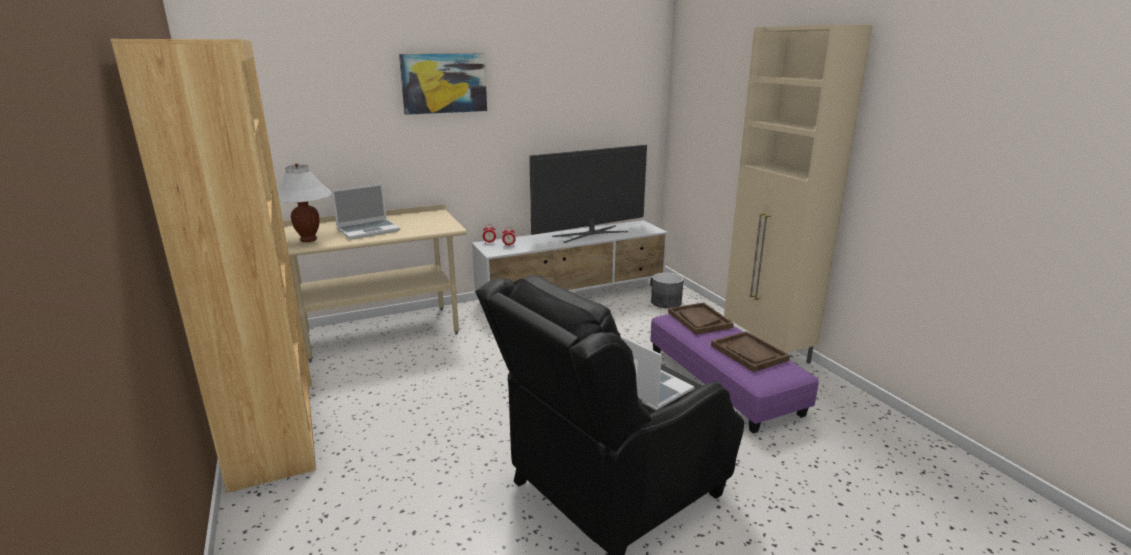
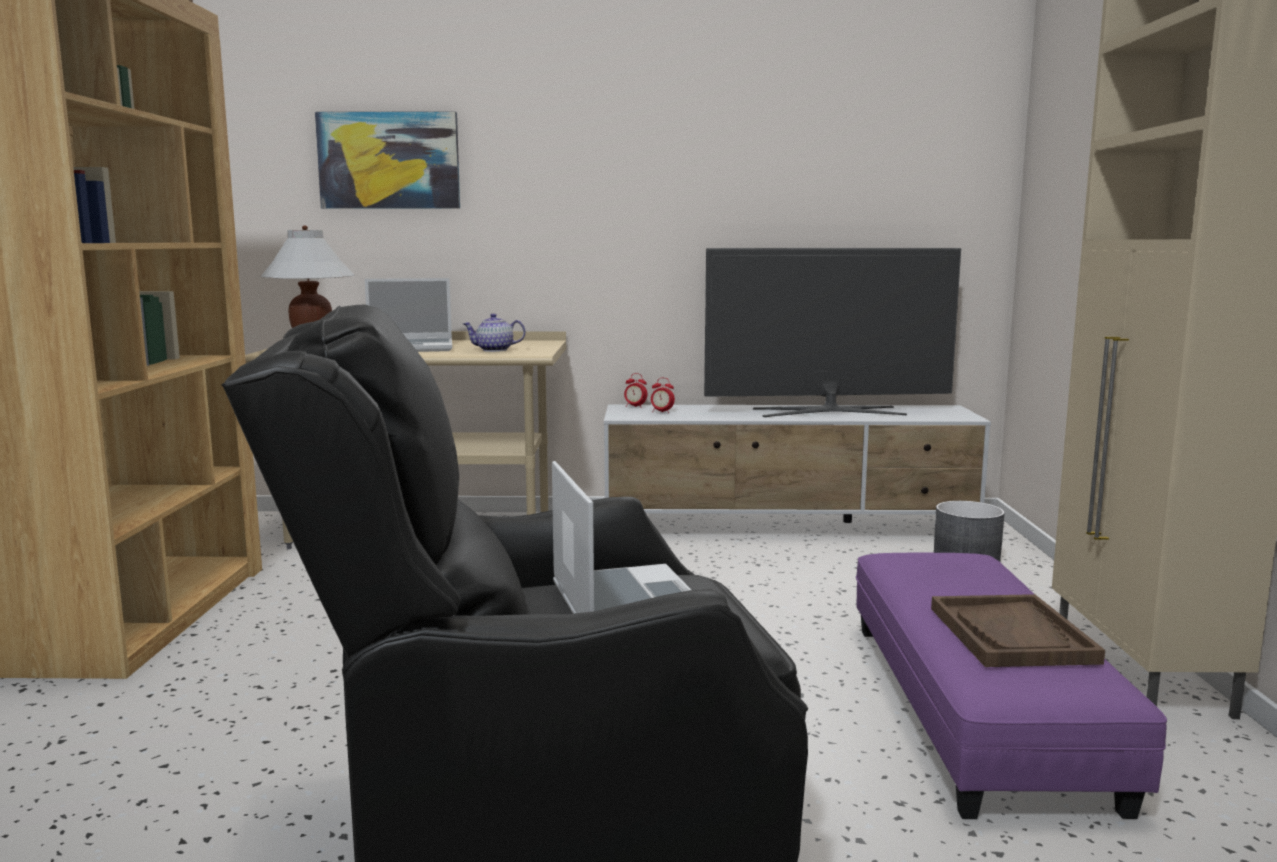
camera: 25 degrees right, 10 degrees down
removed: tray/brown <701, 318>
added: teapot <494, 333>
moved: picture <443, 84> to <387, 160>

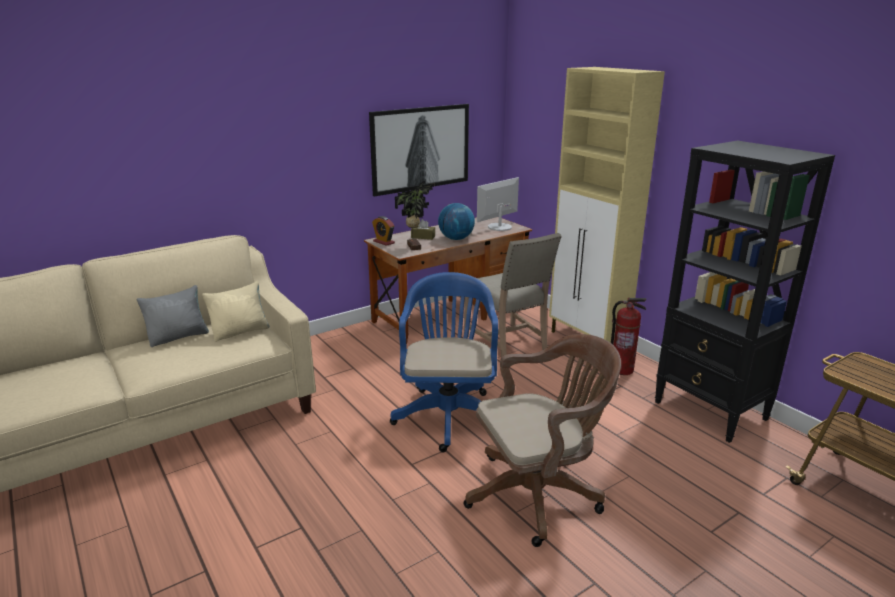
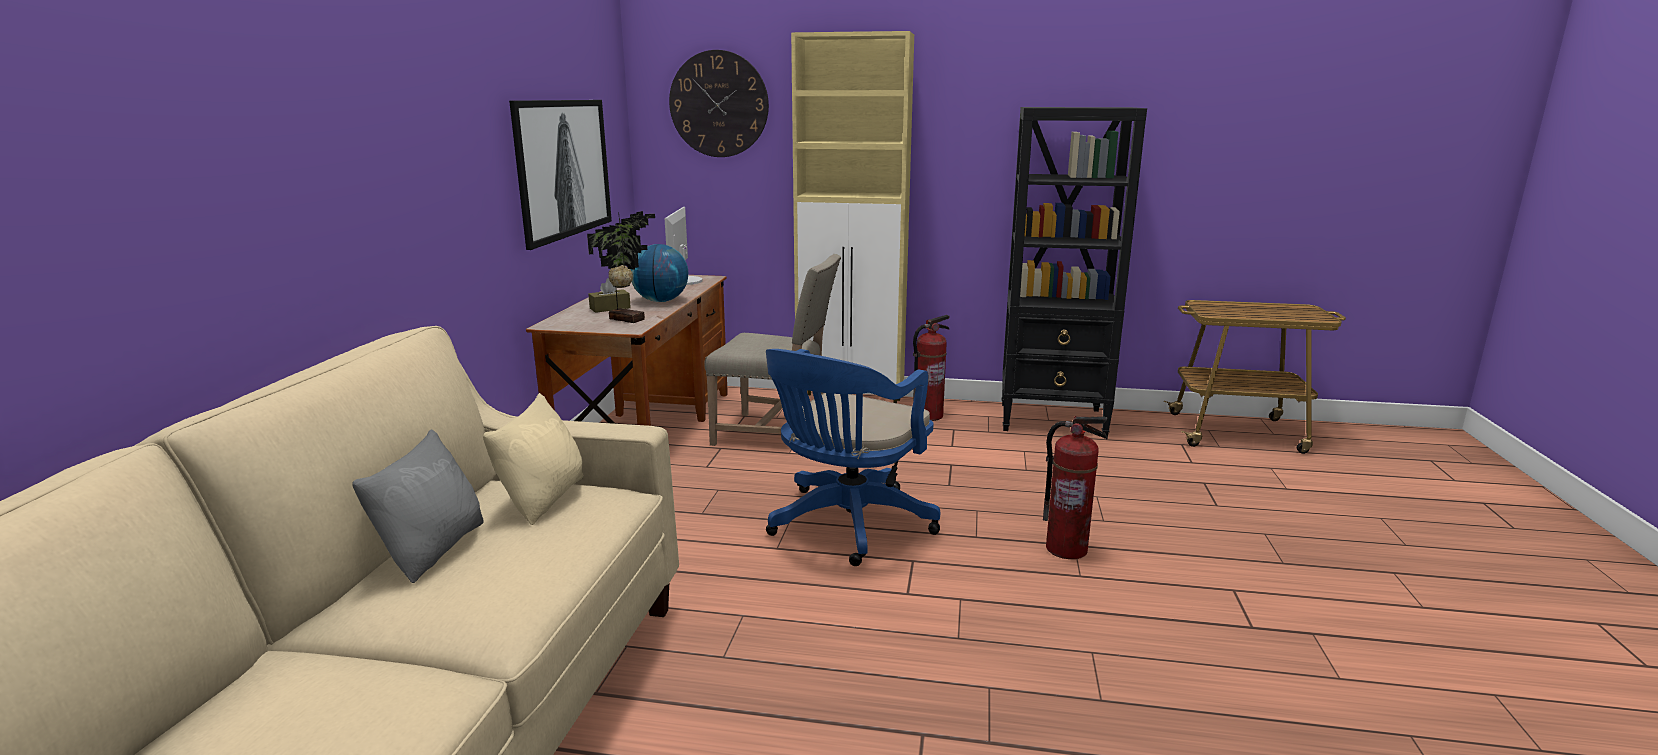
camera: 45 degrees left, 5 degrees down
removed: alarm clock <383, 231>
added: wall clock <719, 103>
replaced: office chair/brown <542, 440> to fire extinguisher <1075, 487>
turned: office chair/blue <444, 362> = <853, 457> 105 degrees counterclockwise

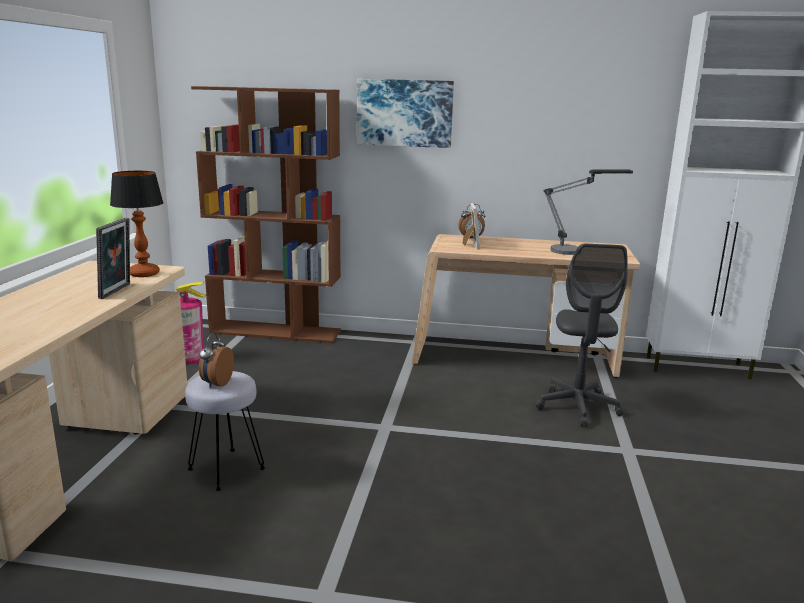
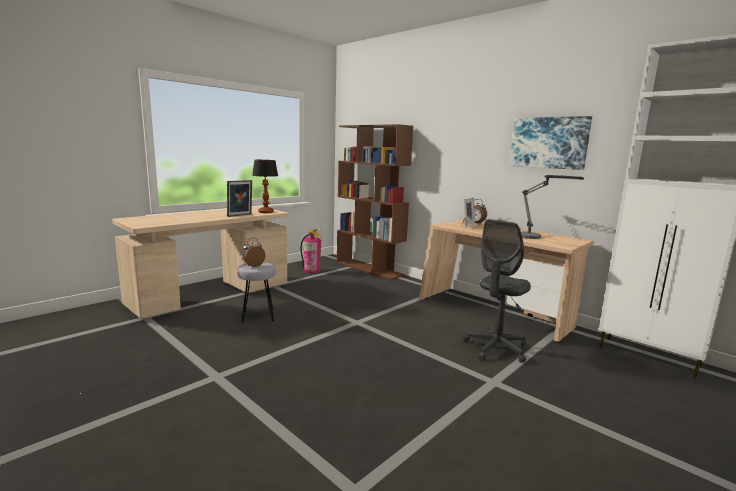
camera: 35 degrees right, 5 degrees down
moved: picture <405, 113> to <550, 143>

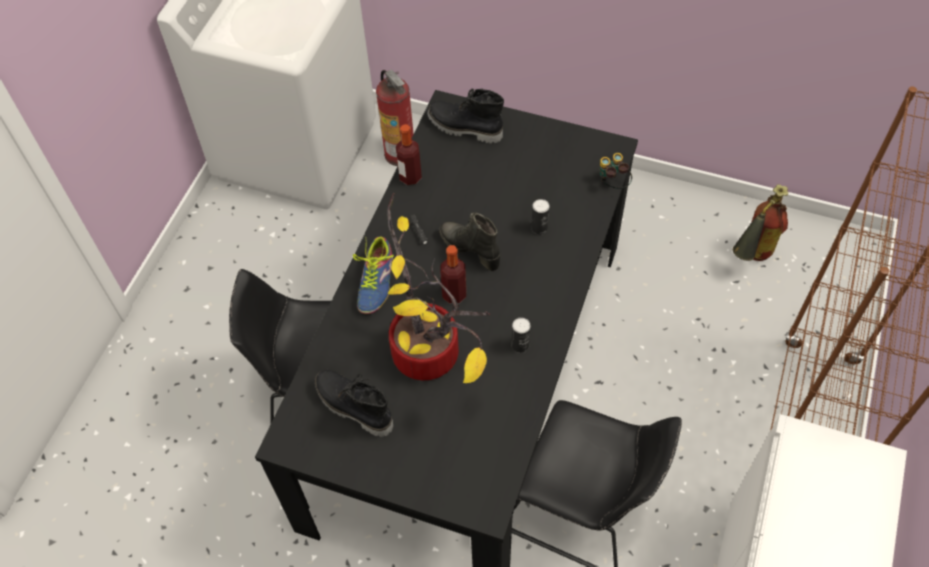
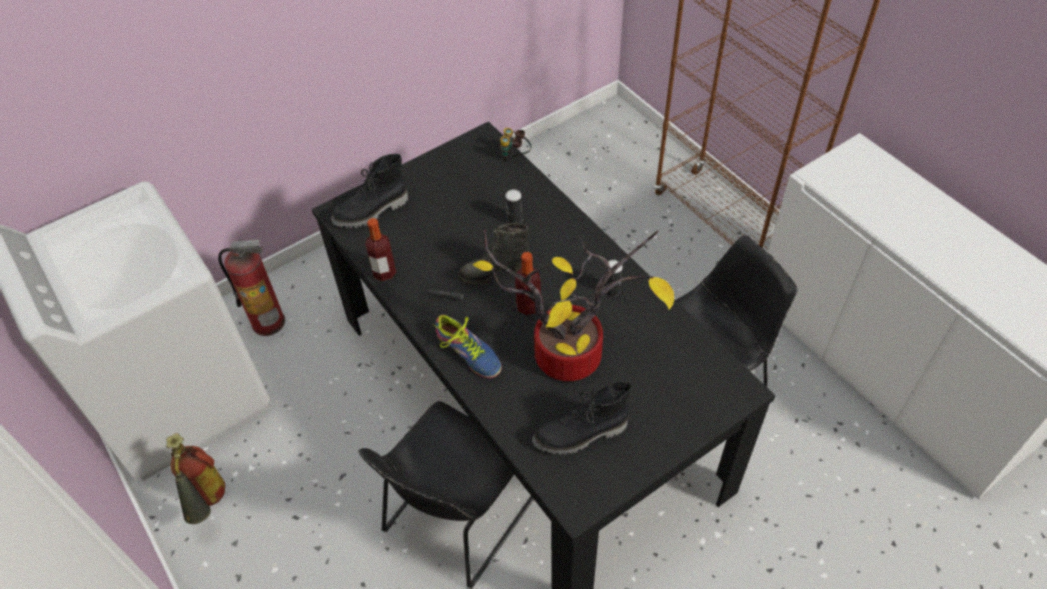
camera: 55 degrees left, 5 degrees down
moved: fire extinguisher <760, 222> to <195, 478>

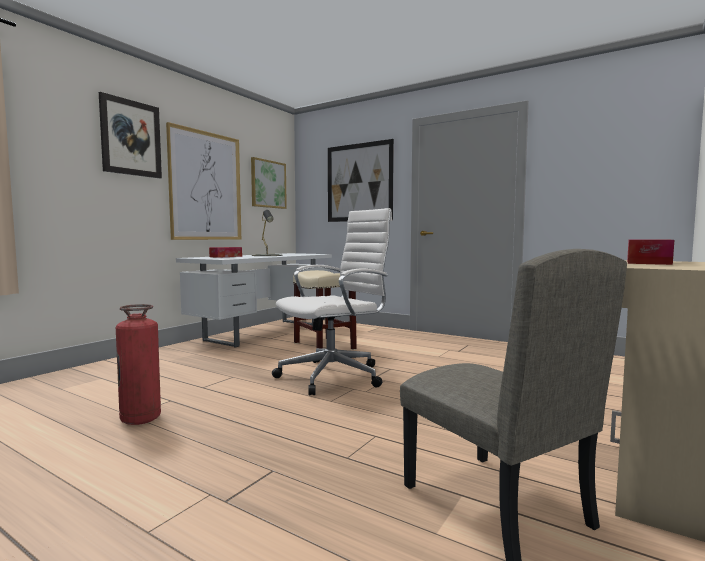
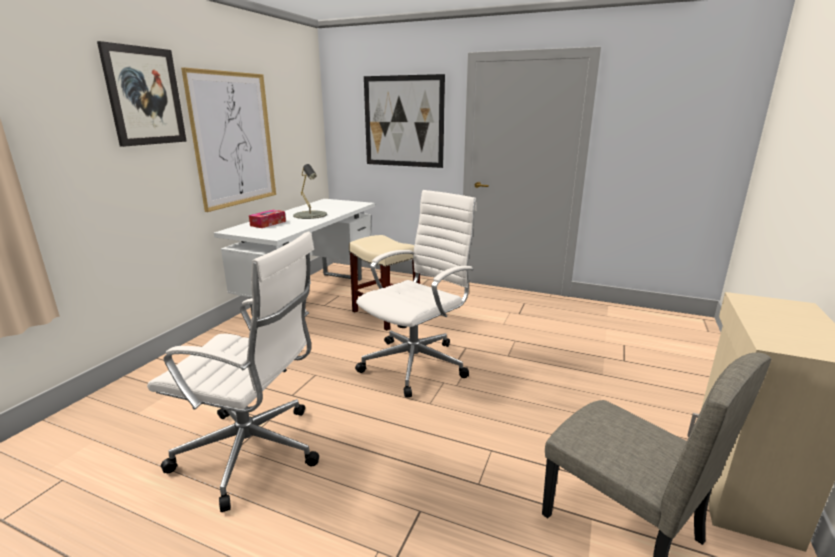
camera: 10 degrees left, 15 degrees up
removed: picture <269, 183>; tissue box <650, 252>
replaced: fire extinguisher <138, 364> to office chair/white <233, 372>

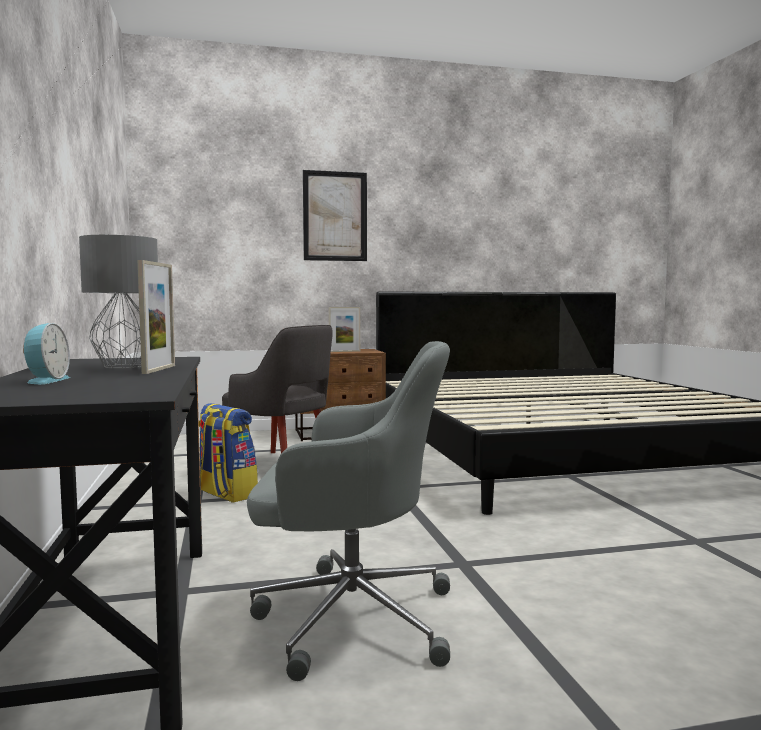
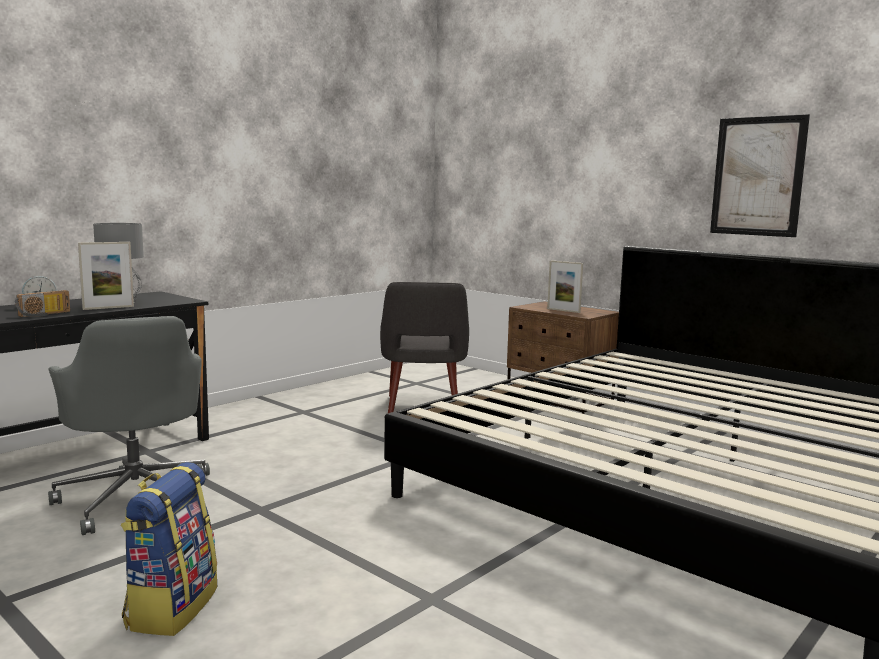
camera: 55 degrees right, 5 degrees up
added: radio <42, 303>
moved: backpack <228, 453> to <169, 549>; picture <335, 215> to <760, 175>

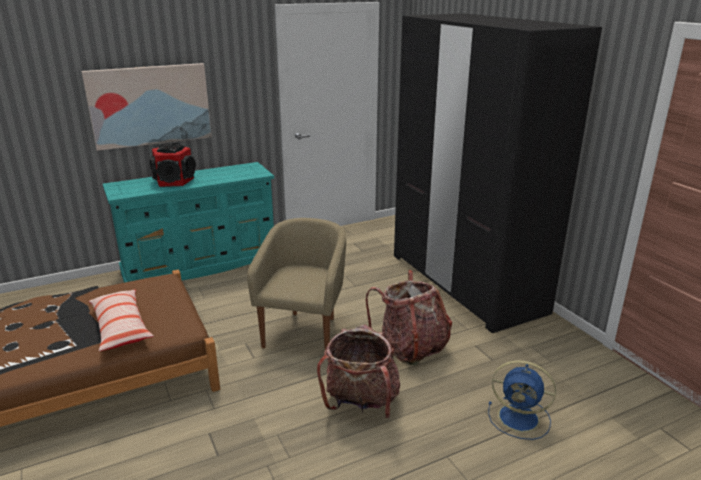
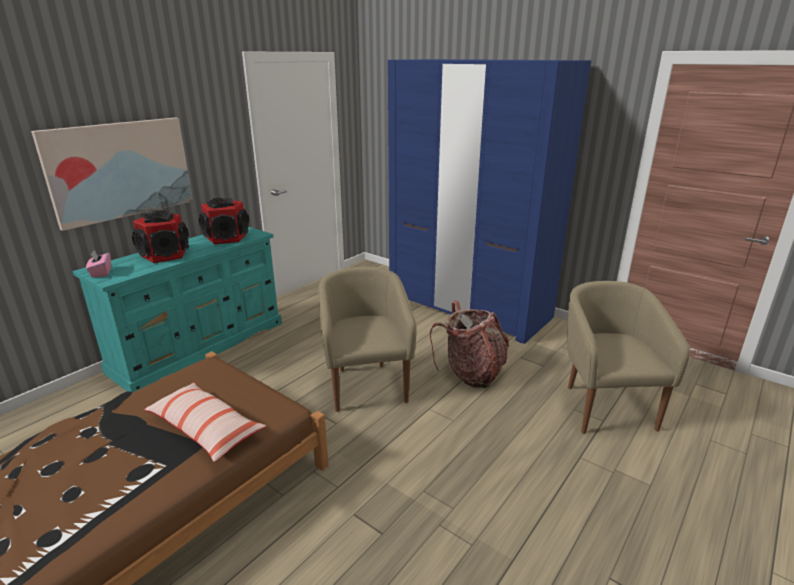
camera: 25 degrees left, 0 degrees up
removed: backpack <358, 372>
added: tissue box/pink <98, 264>; speaker <224, 221>
replaced: fan/blue <522, 400> to armchair/beige <628, 357>
recoloured: wardrobe/black <498, 173> to wardrobe/blue <489, 201>

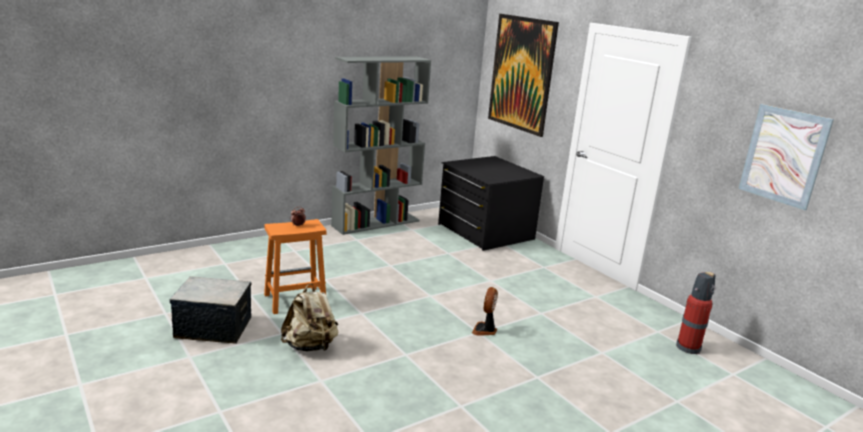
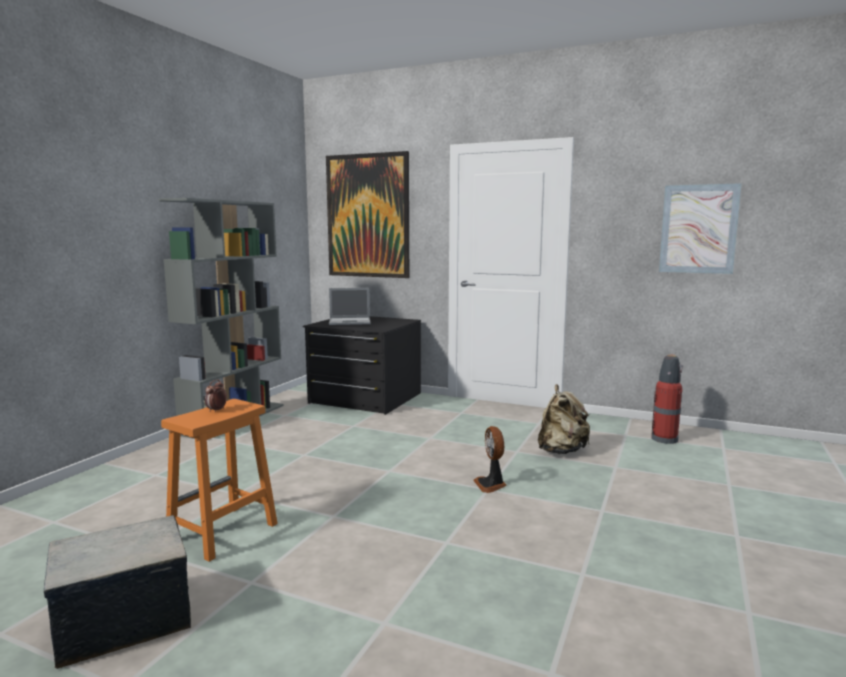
camera: 30 degrees left, 10 degrees down
added: laptop <350, 306>
moved: backpack/beige <309, 317> to <564, 419>

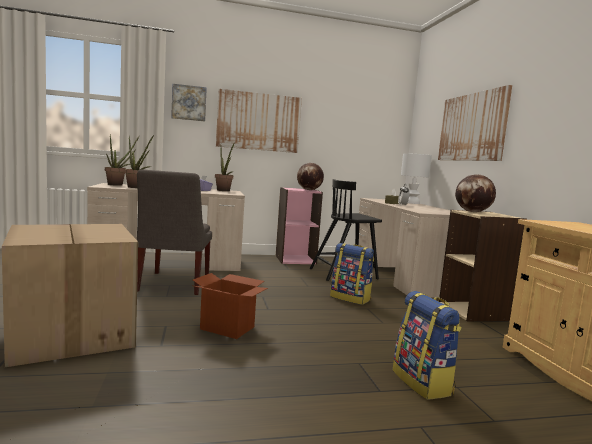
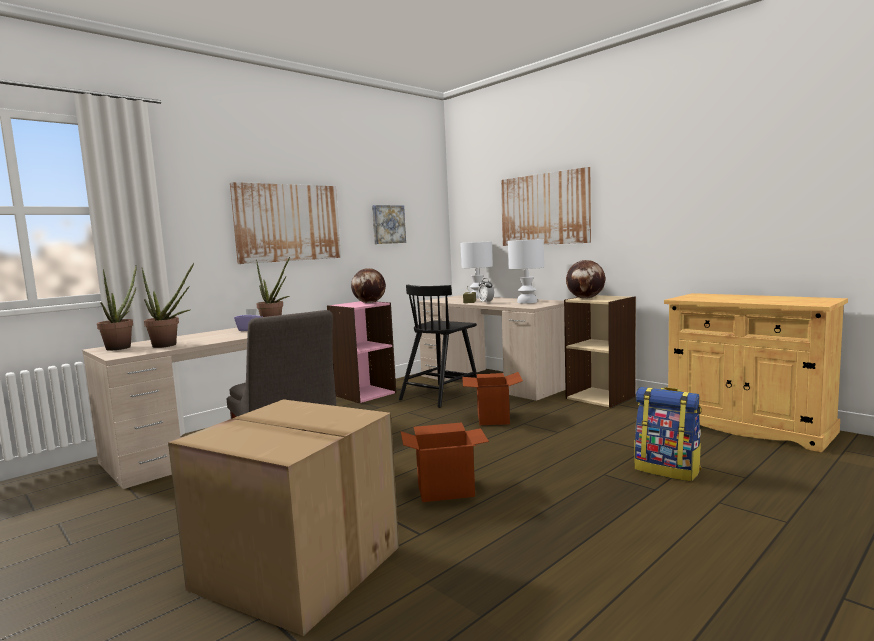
camera: 30 degrees left, 0 degrees up
added: table lamp/white <526, 271>
moved: picture <189, 102> to <389, 224>
replaced: backpack <352, 274> to cardboard box <492, 398>

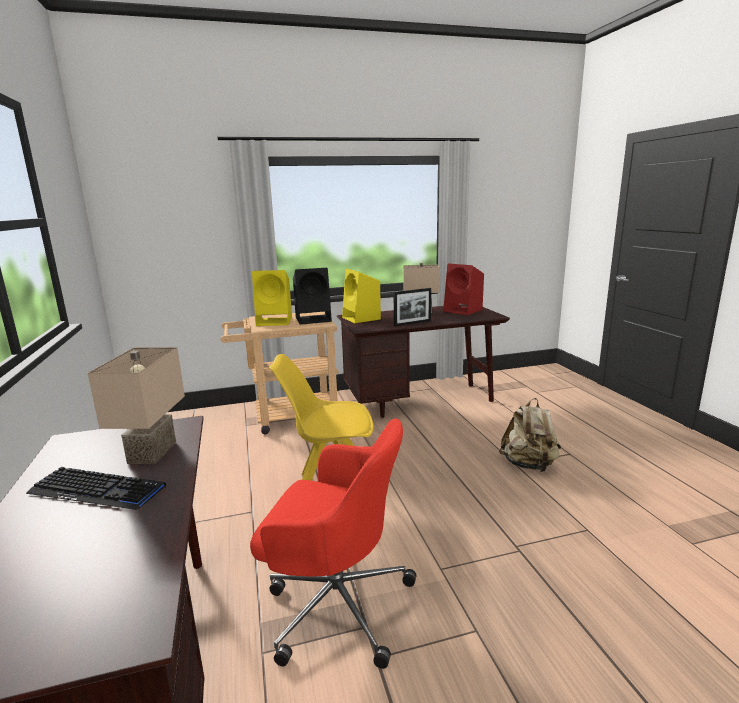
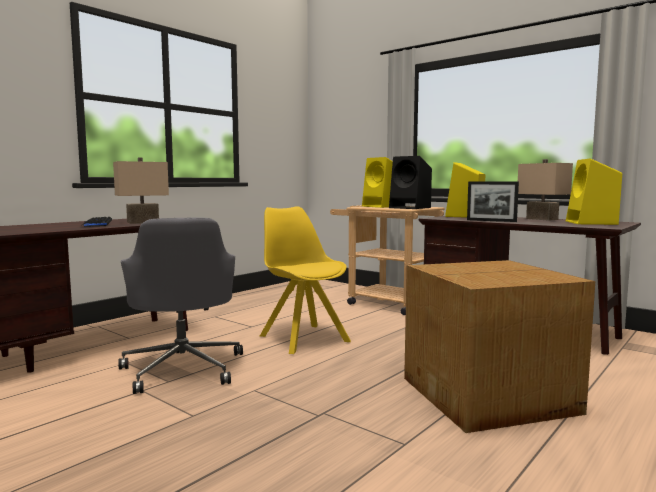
camera: 55 degrees right, 10 degrees down
replaced: backpack/beige <530, 435> to cardboard box <499, 346>
recoloured: office chair/red <333, 543> to office chair/grey <180, 306>; speaker/red <463, 289> to speaker/yellow <594, 191>

